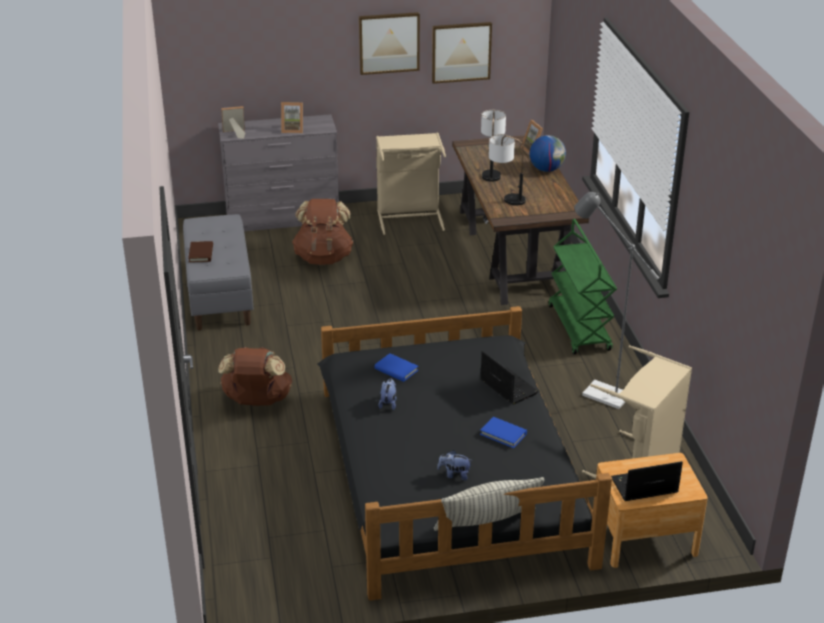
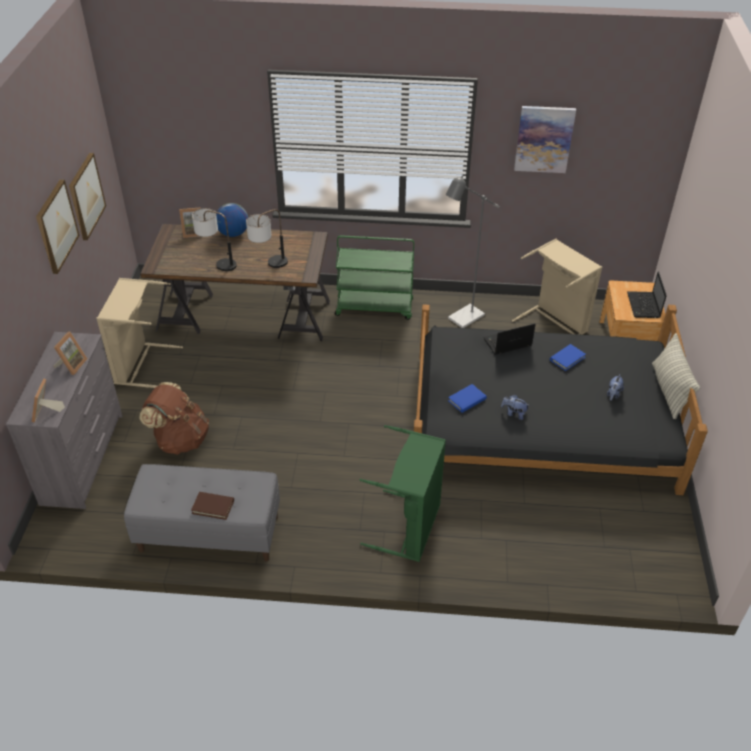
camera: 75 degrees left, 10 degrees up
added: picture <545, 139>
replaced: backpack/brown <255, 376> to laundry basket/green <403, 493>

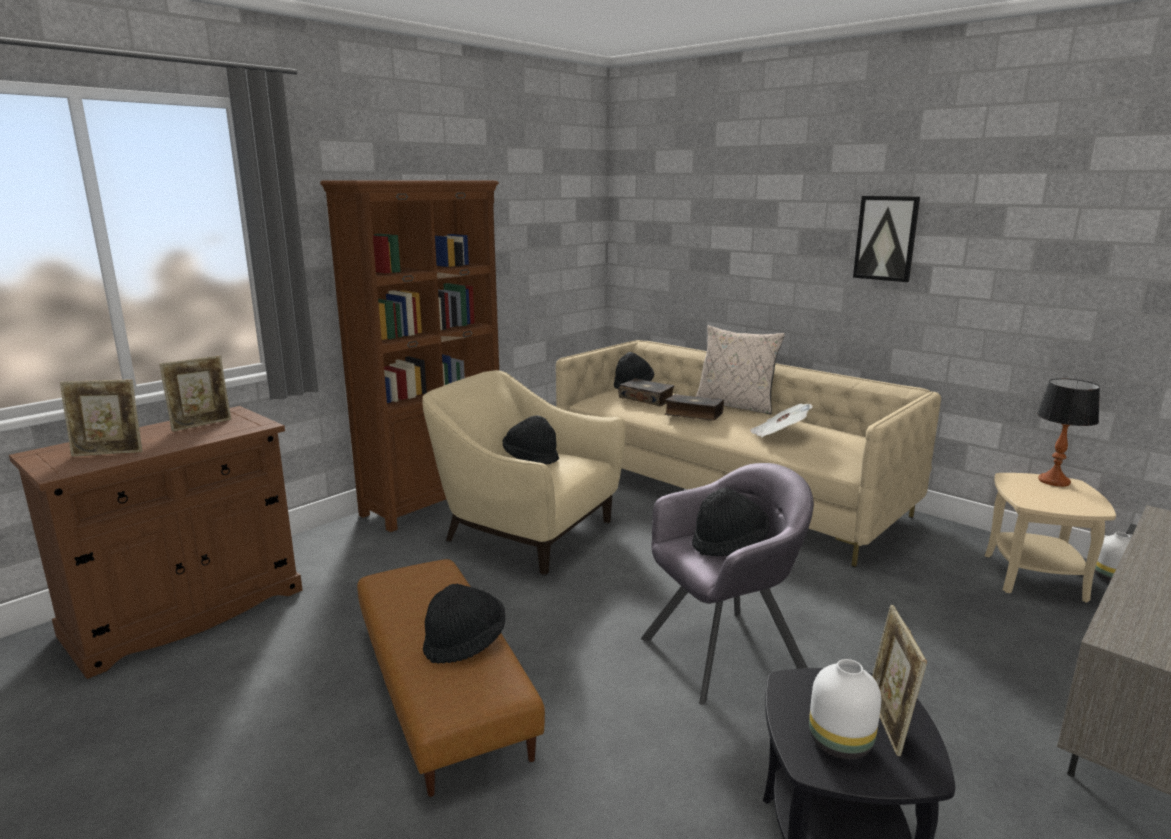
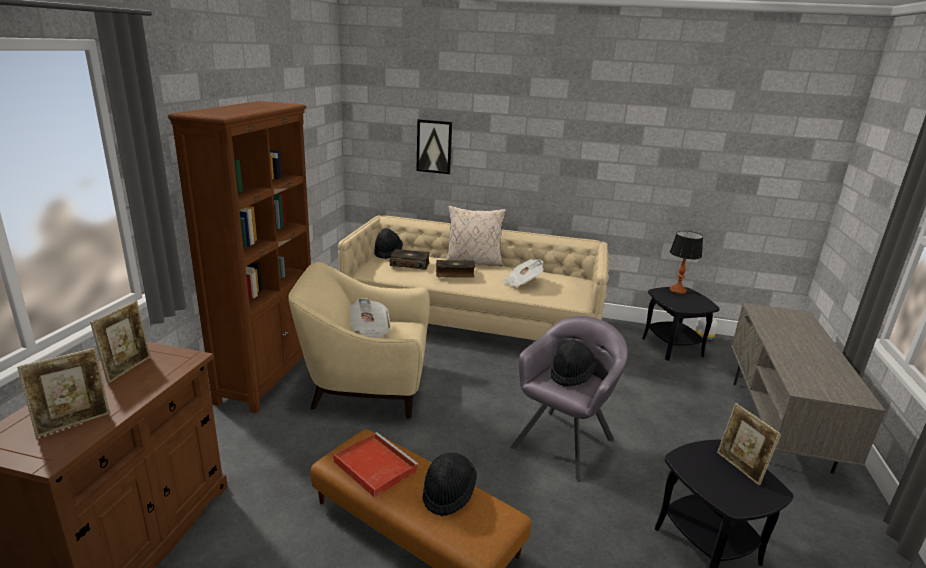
camera: 30 degrees left, 5 degrees up
removed: vase/white <845, 709>
added: tray/red <376, 465>
moved: picture <886, 239> to <434, 146>
replaced: hat/black <531, 440> to newspaper <370, 318>
recoloured: side table/beige <1050, 537> to side table/black <681, 324>

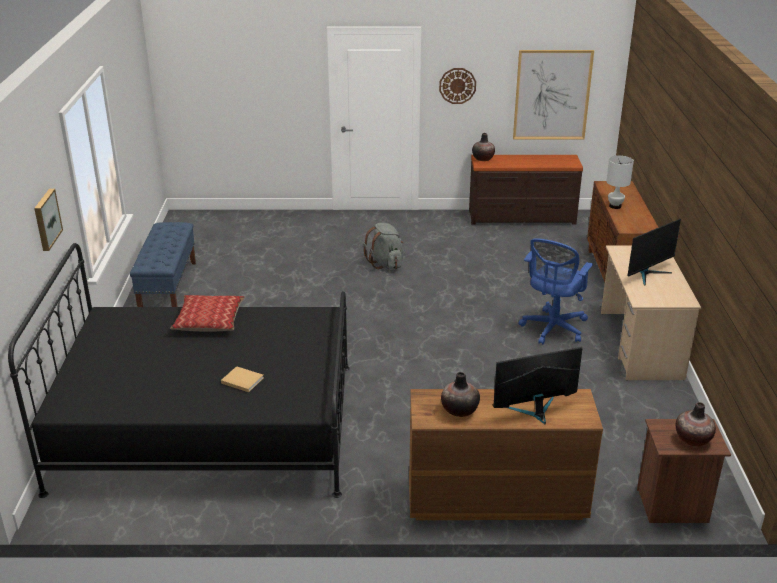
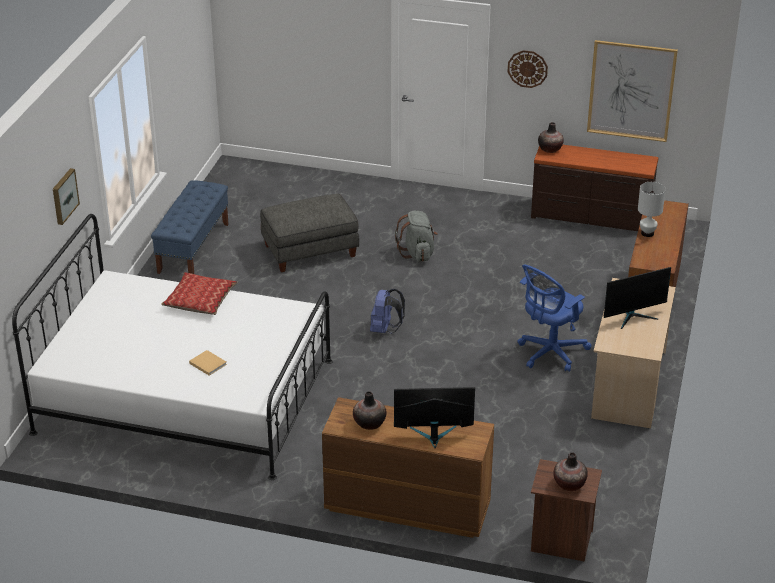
camera: 15 degrees right, 5 degrees up
added: ottoman/grey <309, 233>; backpack/blue <387, 311>
recoloured: bed/black <179, 370> to bed/white <172, 347>

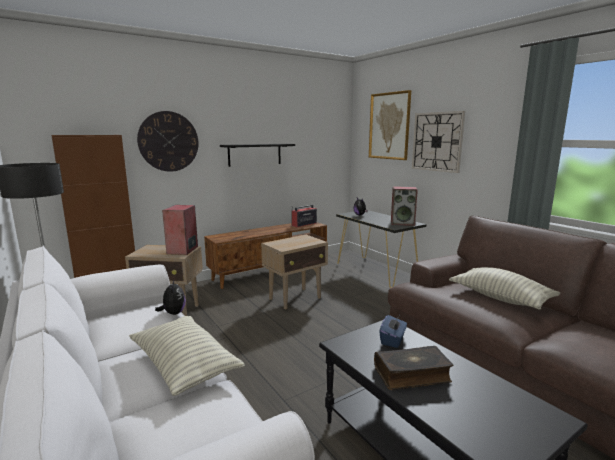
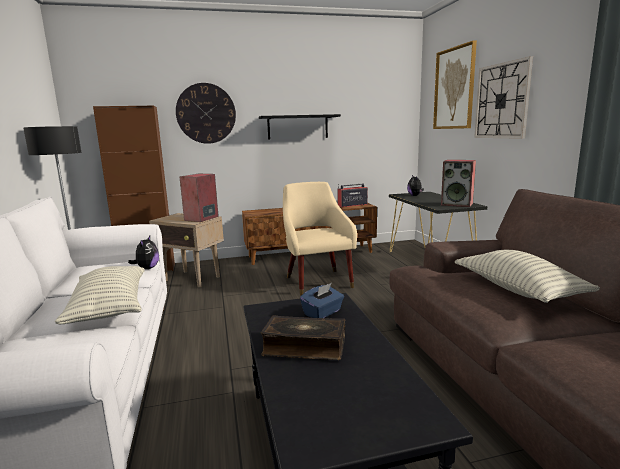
camera: 20 degrees right, 0 degrees up
replaced: side table/beige <294, 272> to armchair/beige <320, 238>

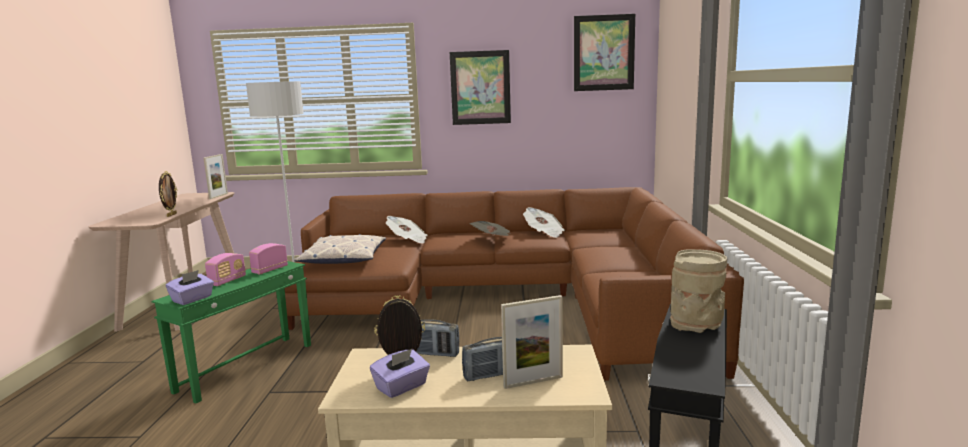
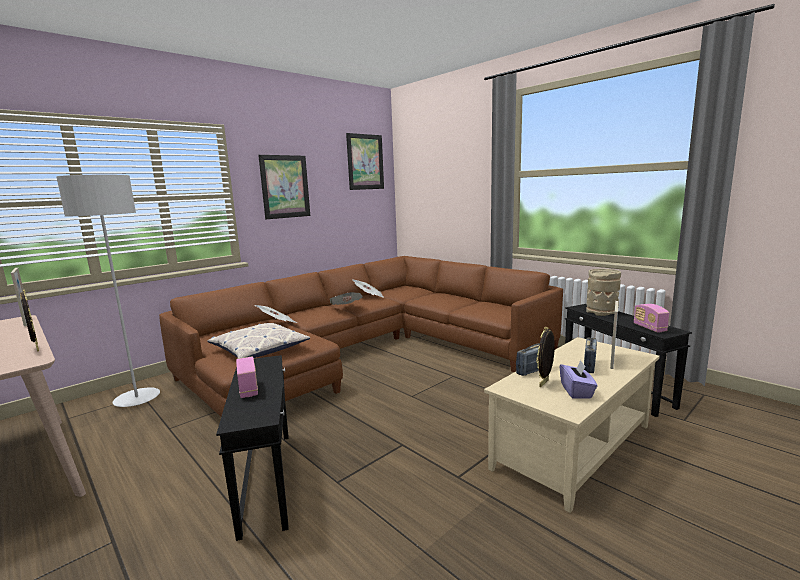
camera: 45 degrees left, 0 degrees up
removed: tissue box/purple <190, 287>
moved: radio <268, 258> to <651, 318>
recoloured: side table/green <231, 332> to side table/black <252, 448>

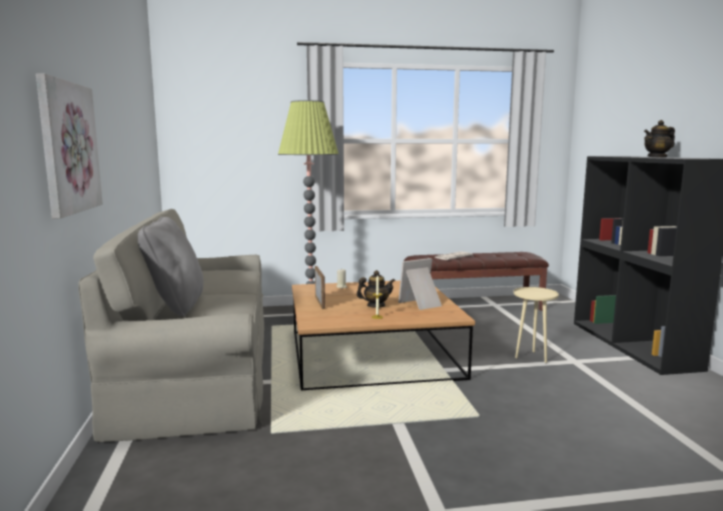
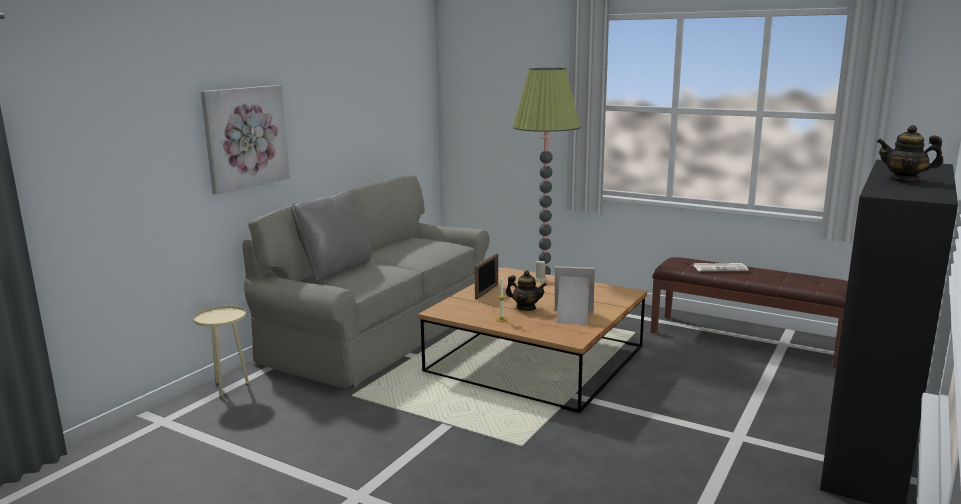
camera: 40 degrees right, 5 degrees up
moved: side table/beige <536, 325> to <221, 351>

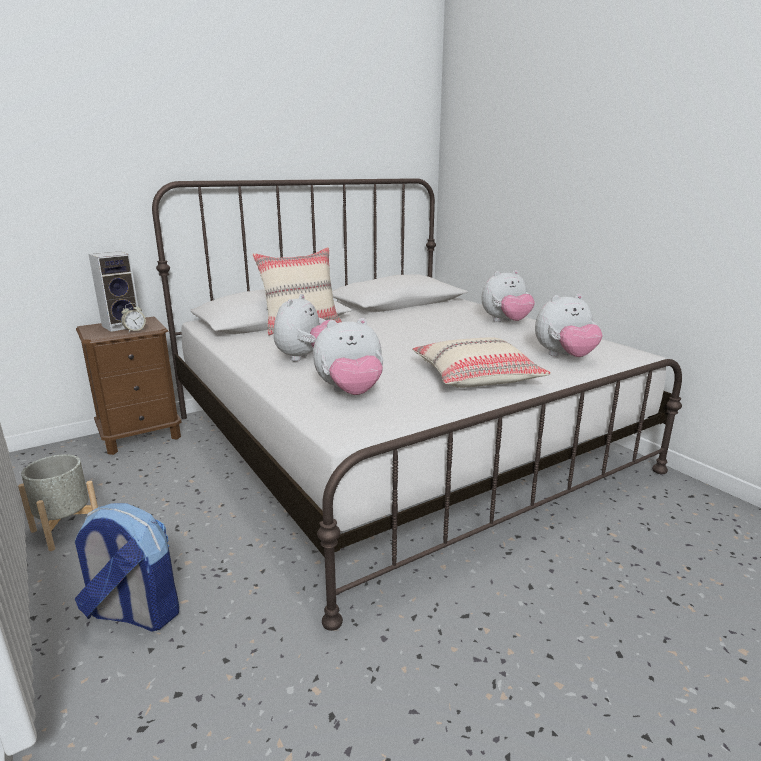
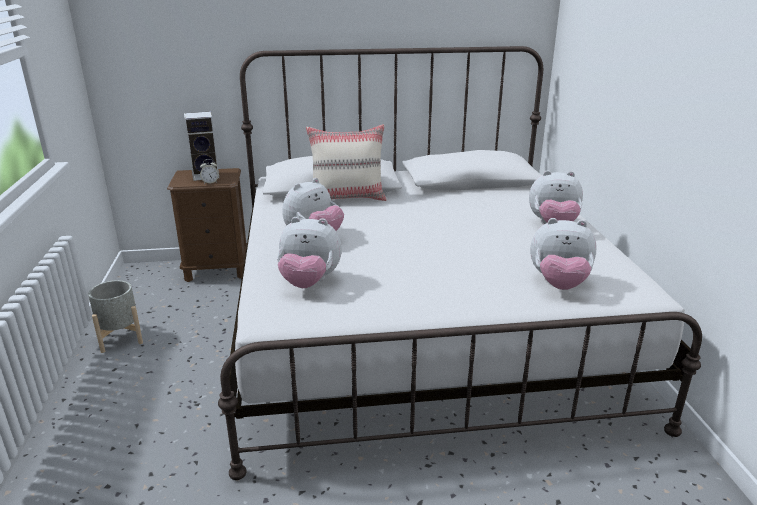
camera: 25 degrees right, 5 degrees up
removed: backpack <127, 567>; pillow/beige <481, 362>

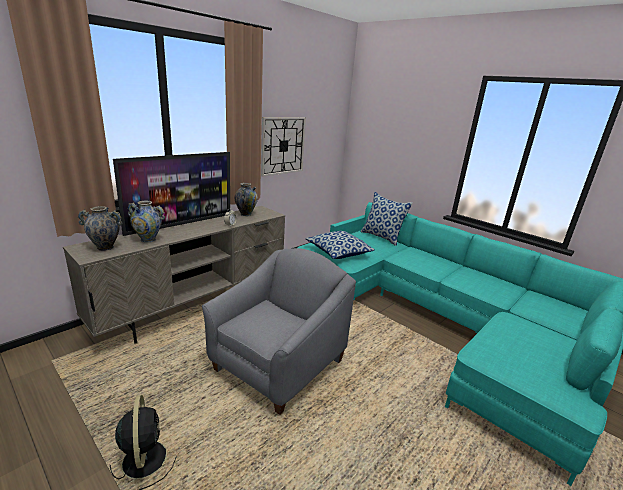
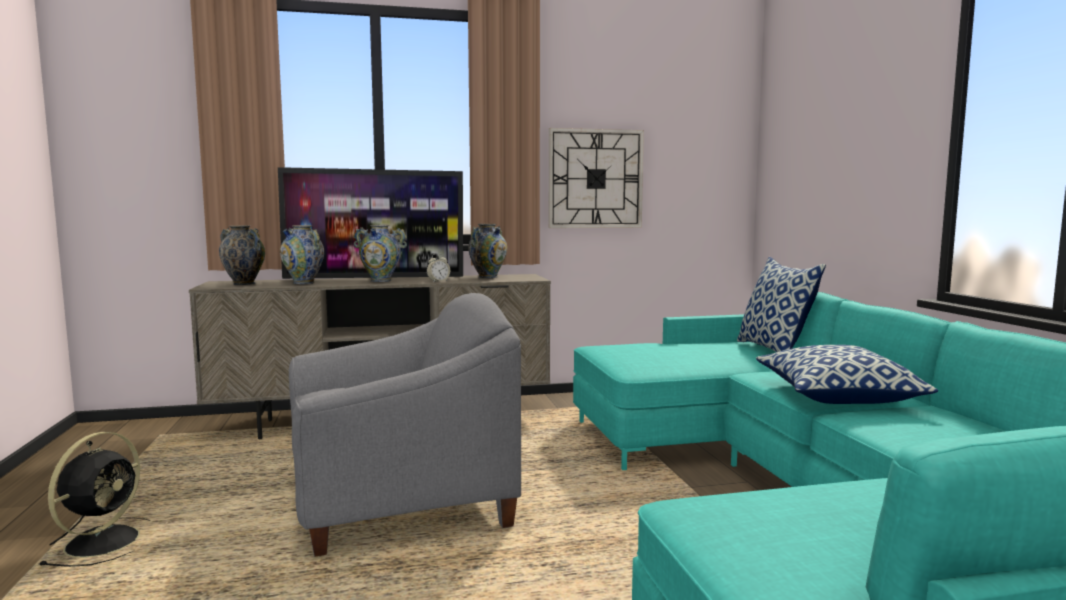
camera: 35 degrees right, 15 degrees down
added: vase <380, 253>
moved: pillow <340, 245> to <847, 374>

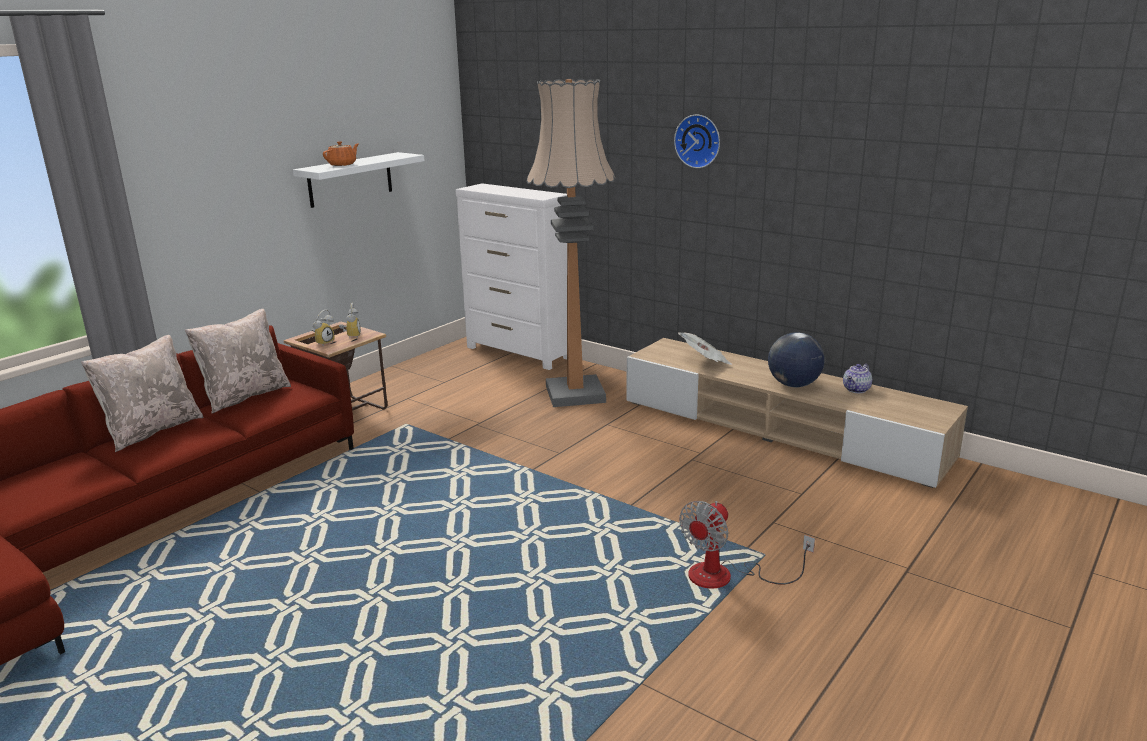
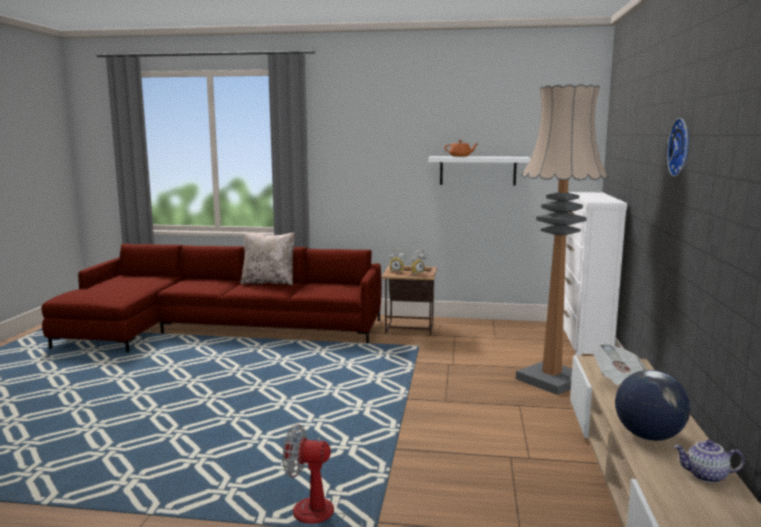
camera: 60 degrees right, 10 degrees down
removed: pillow/beige <238, 361>

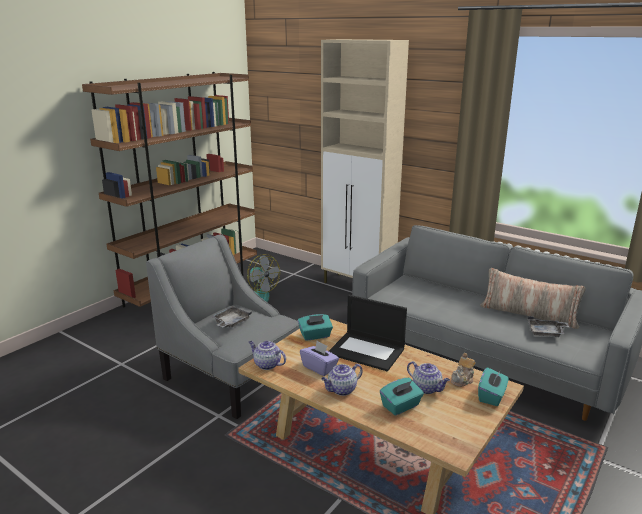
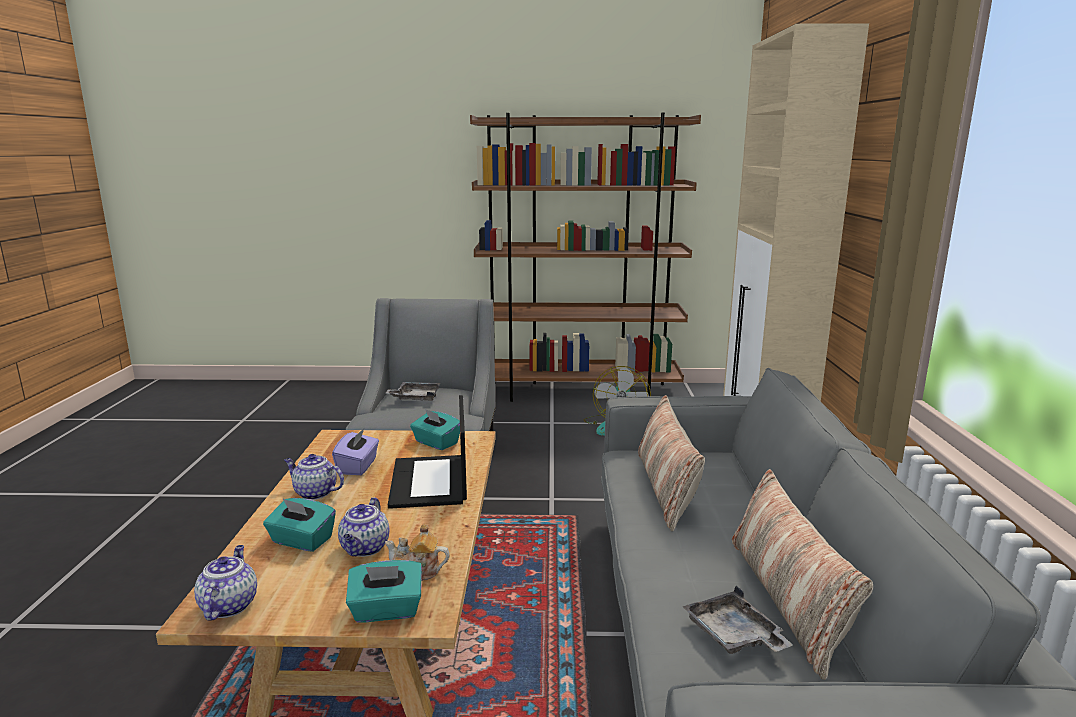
camera: 55 degrees right, 5 degrees down
added: pillow <671, 463>
moved: teapot <267, 355> to <225, 583>

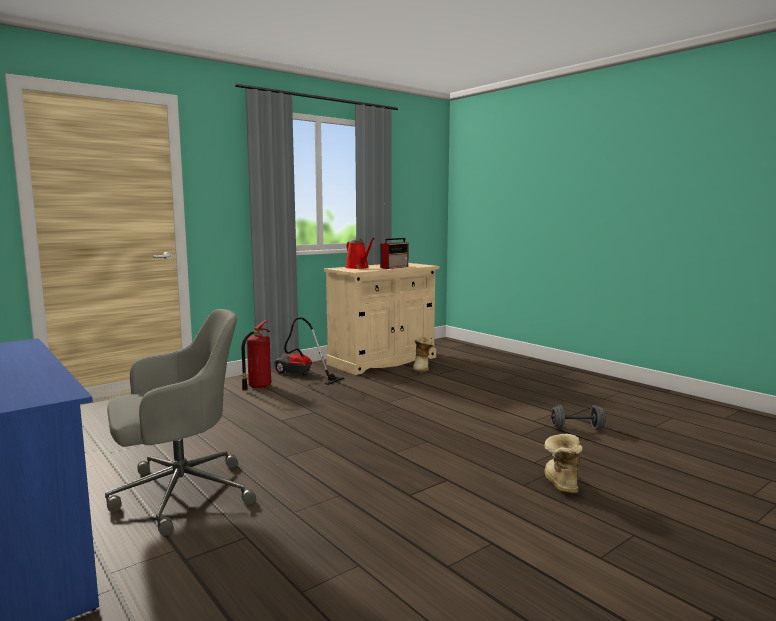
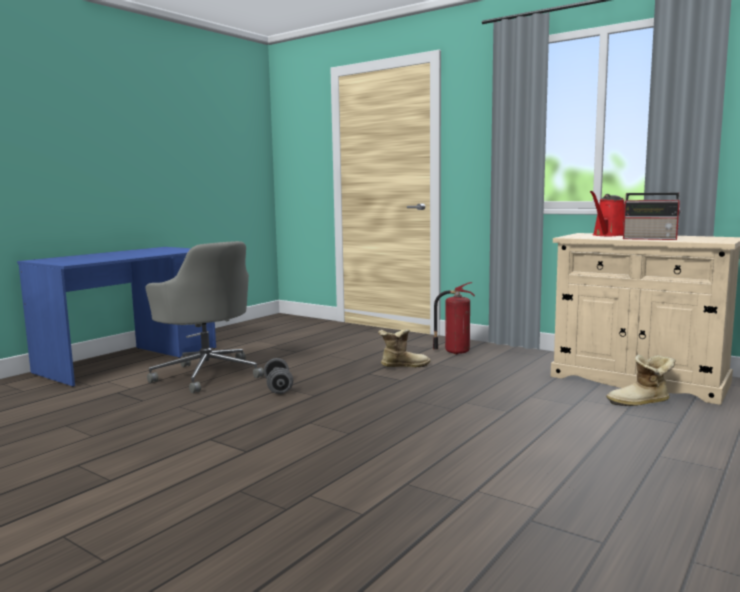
camera: 75 degrees right, 0 degrees up
removed: vacuum cleaner <309, 351>
moved: boot <563, 464> to <404, 348>; dumbbell/grey <578, 417> to <278, 376>

